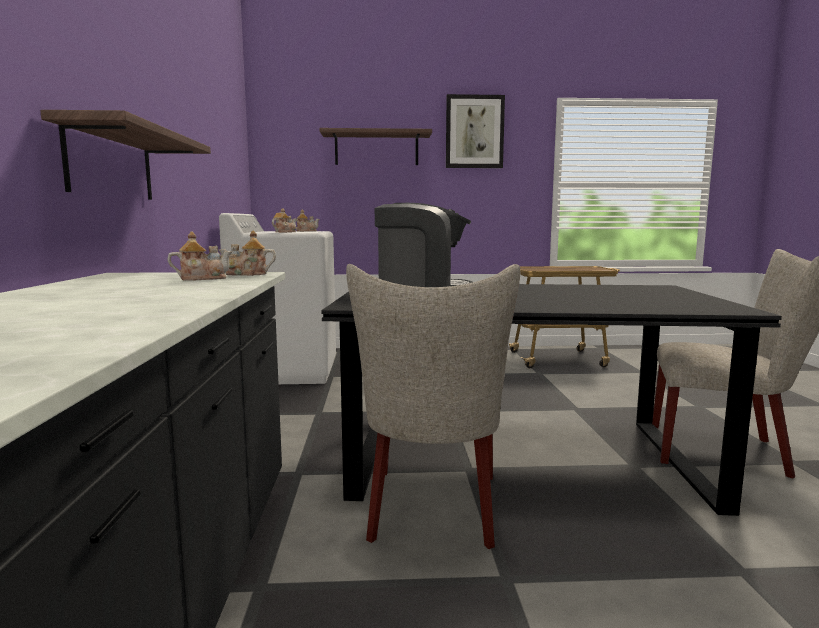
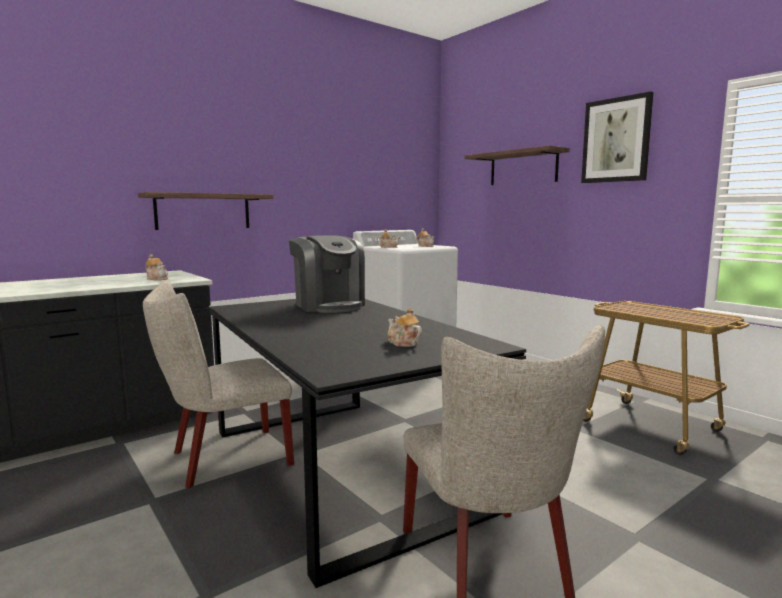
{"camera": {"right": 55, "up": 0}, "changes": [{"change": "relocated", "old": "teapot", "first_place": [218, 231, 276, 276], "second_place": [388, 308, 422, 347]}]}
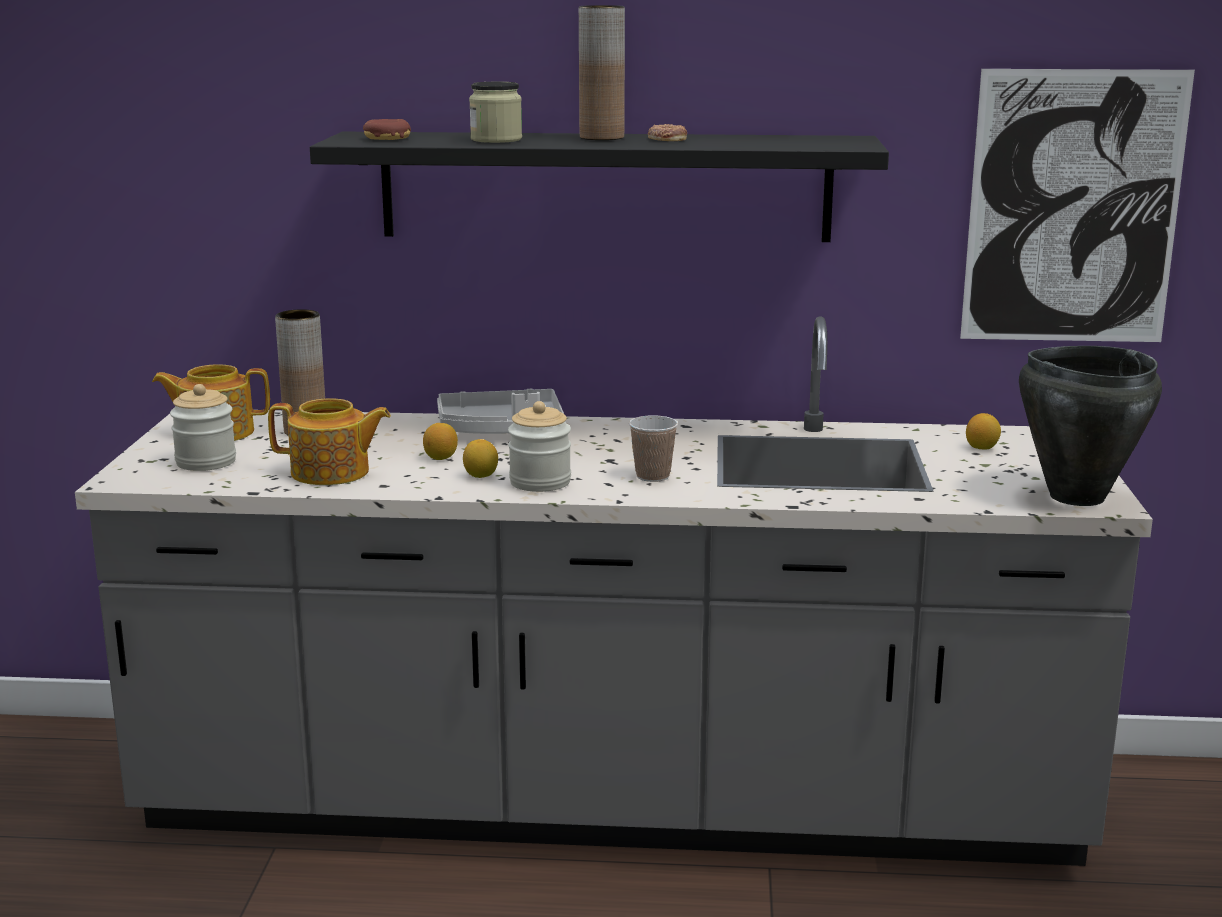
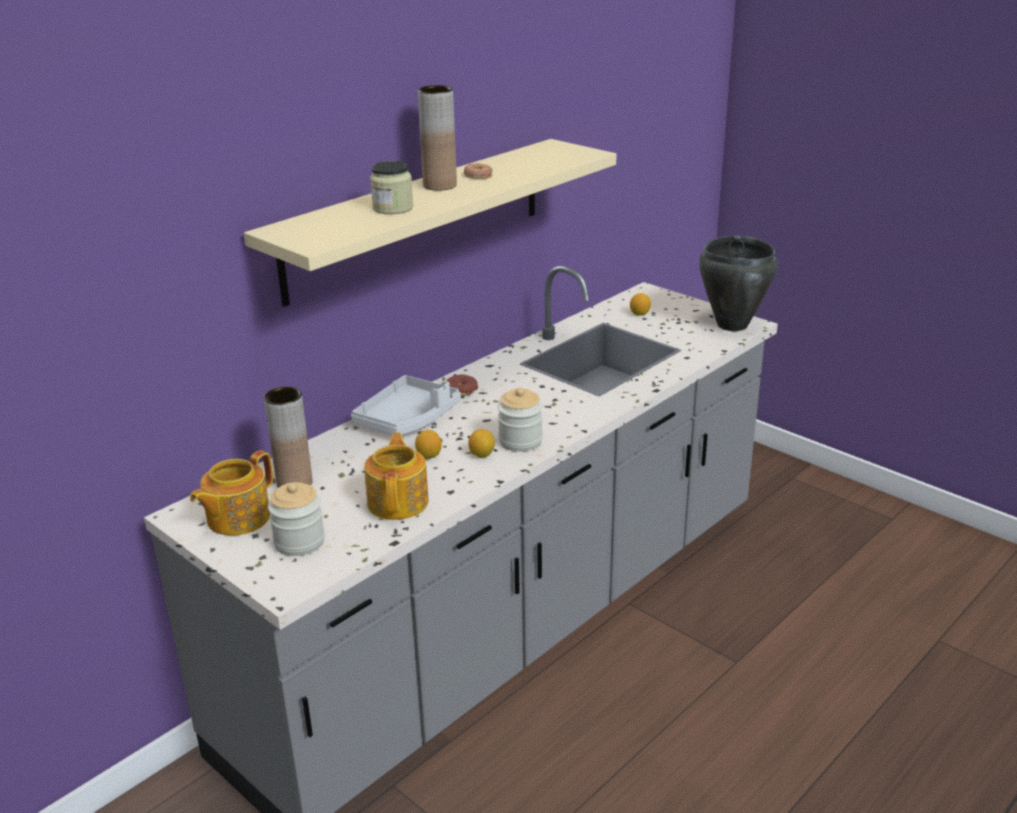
{"camera": {"right": -50, "up": 10}, "changes": [{"change": "missing", "old": "wall art", "first_place": [960, 69, 1195, 342]}, {"change": "relocated", "old": "ring doughnut", "first_place": [363, 119, 411, 140], "second_place": [446, 374, 478, 396]}, {"change": "colour", "old": "black shelf", "new": "beige shelf", "first_place": [310, 132, 889, 242], "second_place": [244, 139, 617, 307]}, {"change": "spun", "old": "teapot", "first_place": [268, 399, 391, 485], "second_place": [364, 433, 429, 520], "degrees": -45}, {"change": "missing", "old": "cup", "first_place": [629, 415, 678, 482]}]}
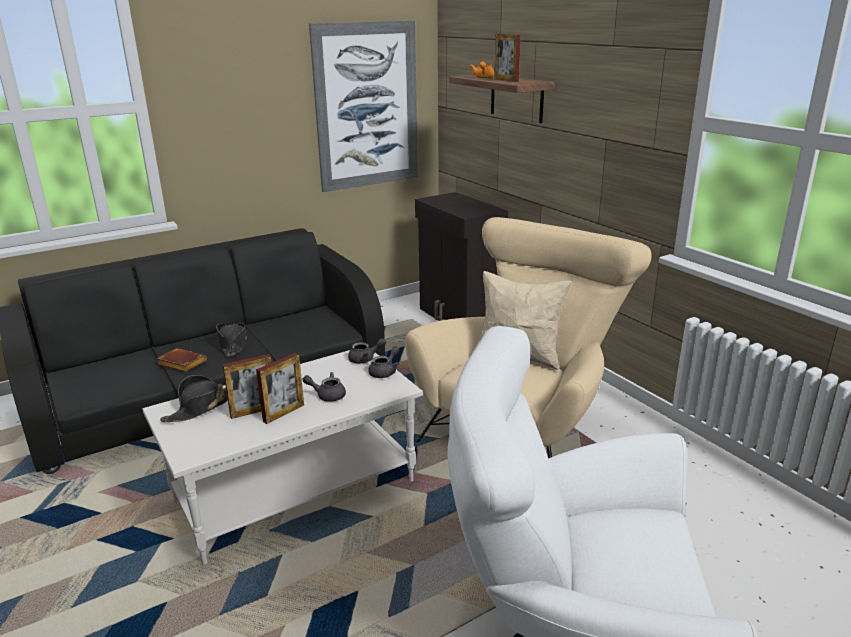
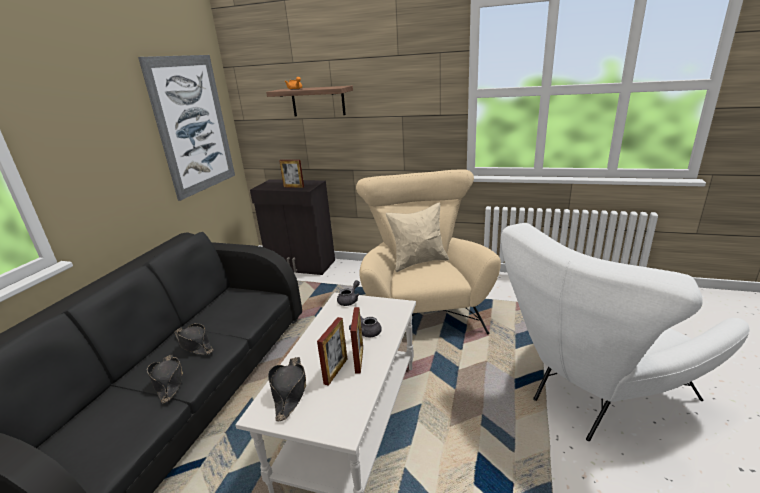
{"camera": {"right": -40, "up": 0}, "changes": [{"change": "relocated", "old": "photo frame", "first_place": [494, 34, 521, 82], "second_place": [279, 160, 304, 188]}, {"change": "missing", "old": "greyish teapot", "first_place": [368, 346, 400, 378]}, {"change": "exchanged", "old": "brown-coloured bound book", "new": "black wearable hat", "first_place": [157, 348, 207, 372], "second_place": [147, 355, 183, 403]}]}
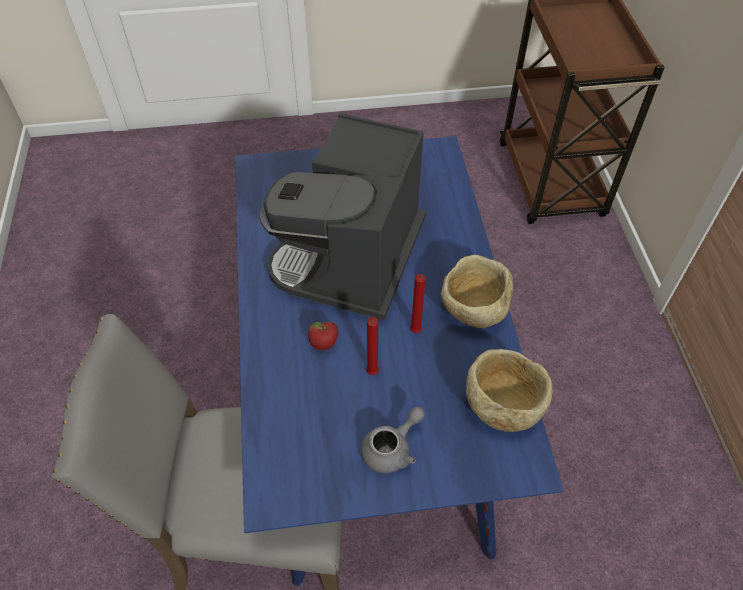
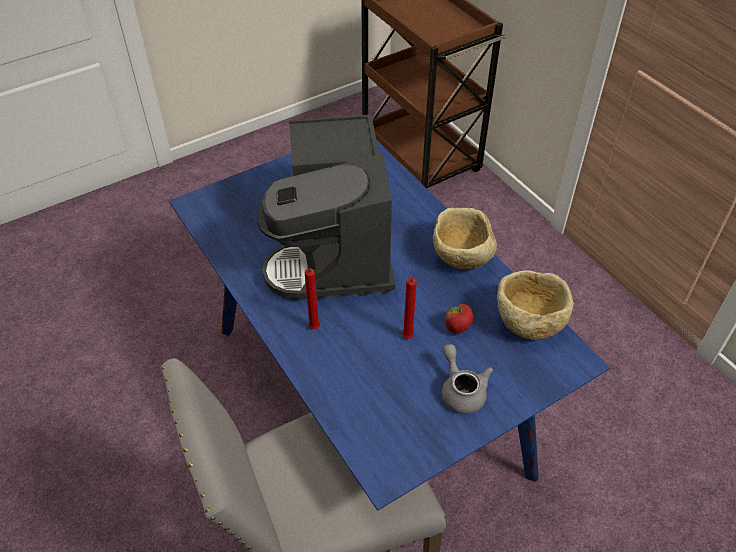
{"camera": {"right": -25, "up": -5}, "changes": [{"change": "relocated", "old": "red candle", "first_place": [410, 274, 426, 333], "second_place": [305, 268, 320, 329]}, {"change": "relocated", "old": "whole apple", "first_place": [308, 322, 338, 350], "second_place": [445, 304, 473, 334]}, {"change": "spun", "old": "greyish teapot", "first_place": [361, 406, 425, 473], "second_place": [442, 344, 493, 414], "degrees": -45}]}
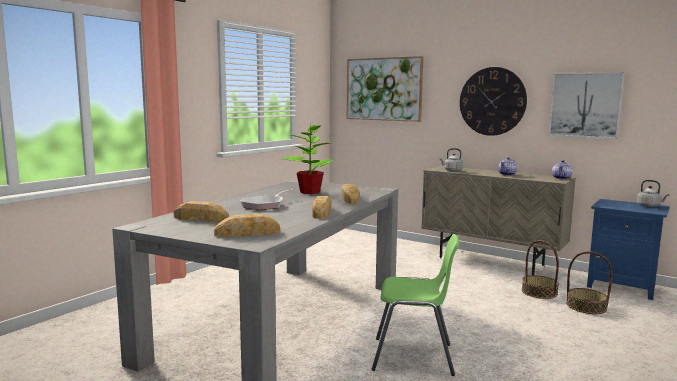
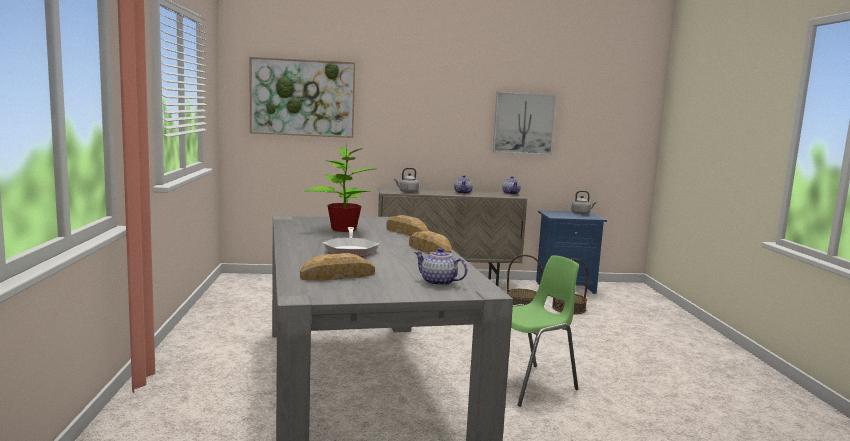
{"camera": {"right": -40, "up": 0}, "changes": [{"change": "missing", "old": "hanging clock", "first_place": [460, 67, 527, 136]}, {"change": "exchanged", "old": "bread", "new": "teapot", "first_place": [214, 214, 280, 237], "second_place": [414, 248, 468, 286]}]}
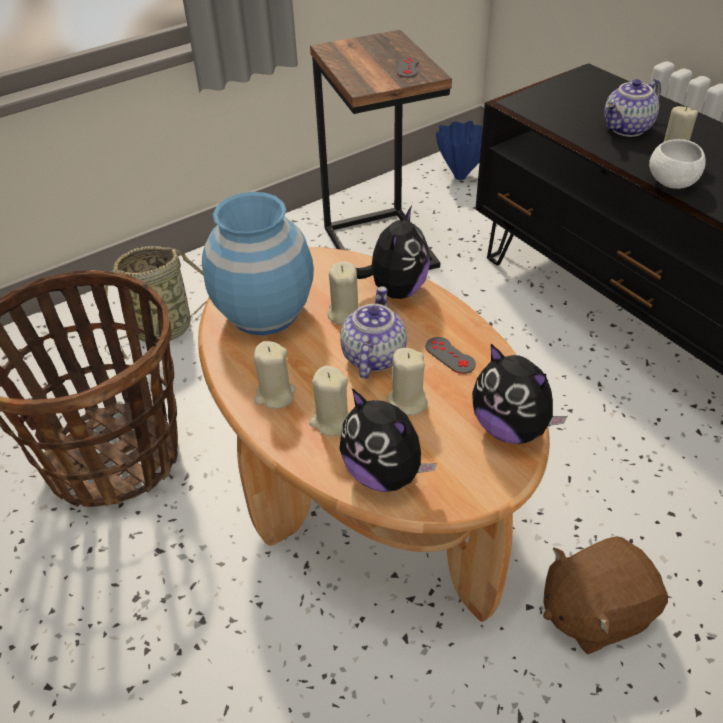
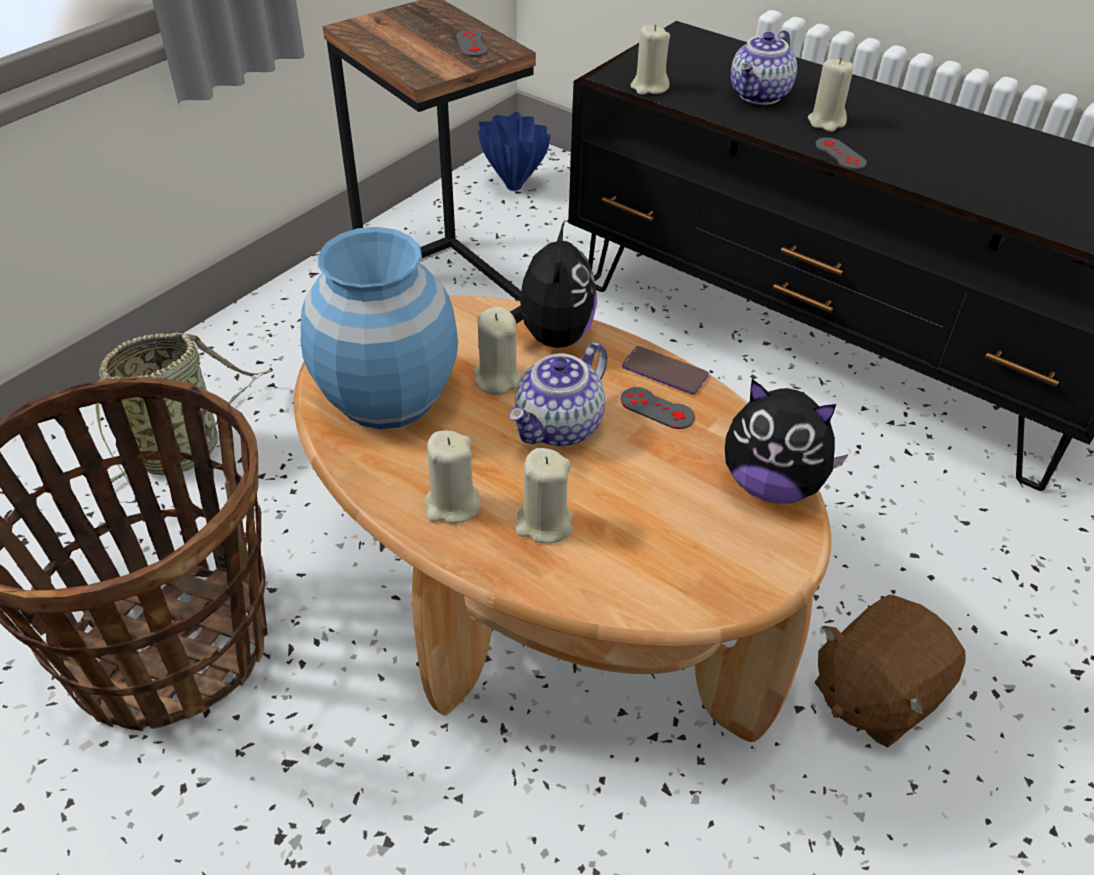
{"camera": {"right": -20, "up": 0}, "changes": [{"change": "exchanged", "old": "white-coloured bowl", "new": "greyish game controller", "first_place": [649, 139, 706, 189], "second_place": [815, 138, 867, 170]}, {"change": "spun", "old": "teapot", "first_place": [340, 286, 407, 379], "second_place": [509, 342, 608, 447], "degrees": -135}, {"change": "relocated", "old": "beige candle", "first_place": [386, 348, 428, 416], "second_place": [630, 25, 670, 95]}, {"change": "missing", "old": "soft toy", "first_place": [339, 389, 437, 492]}, {"change": "appeared", "new": "phone", "second_place": [622, 346, 709, 394]}]}
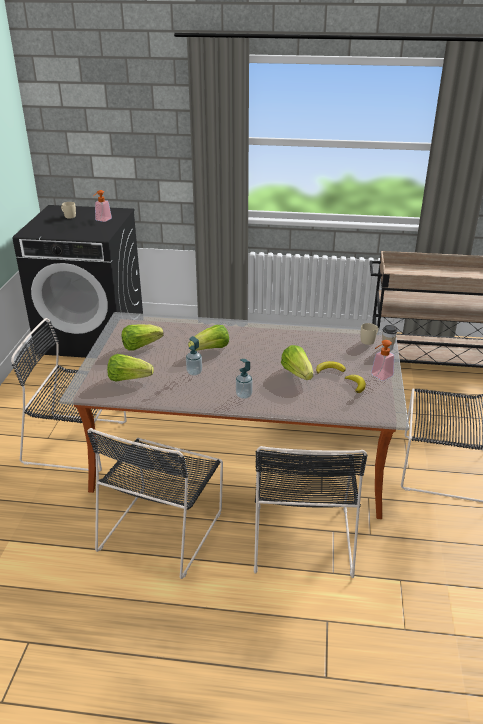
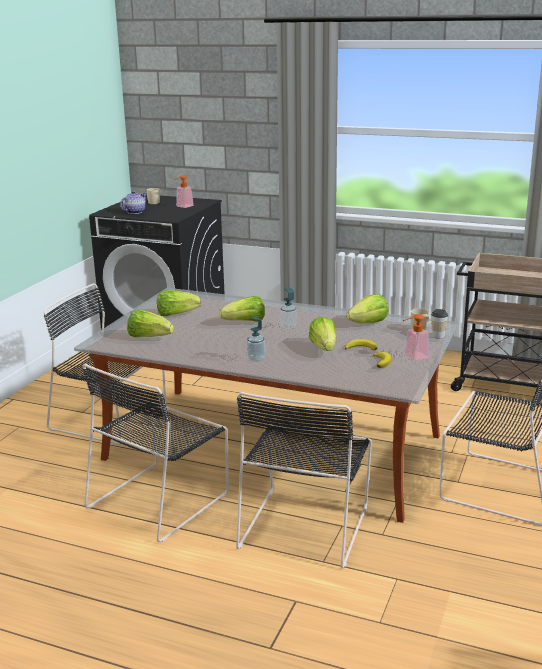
{"camera": {"right": 15, "up": -10}, "changes": [{"change": "relocated", "old": "liquid soap bottle", "first_place": [186, 336, 202, 376], "second_place": [280, 287, 297, 329]}, {"change": "appeared", "new": "teapot", "second_place": [120, 191, 147, 214]}, {"change": "appeared", "new": "head of lettuce", "second_place": [346, 294, 389, 323]}]}
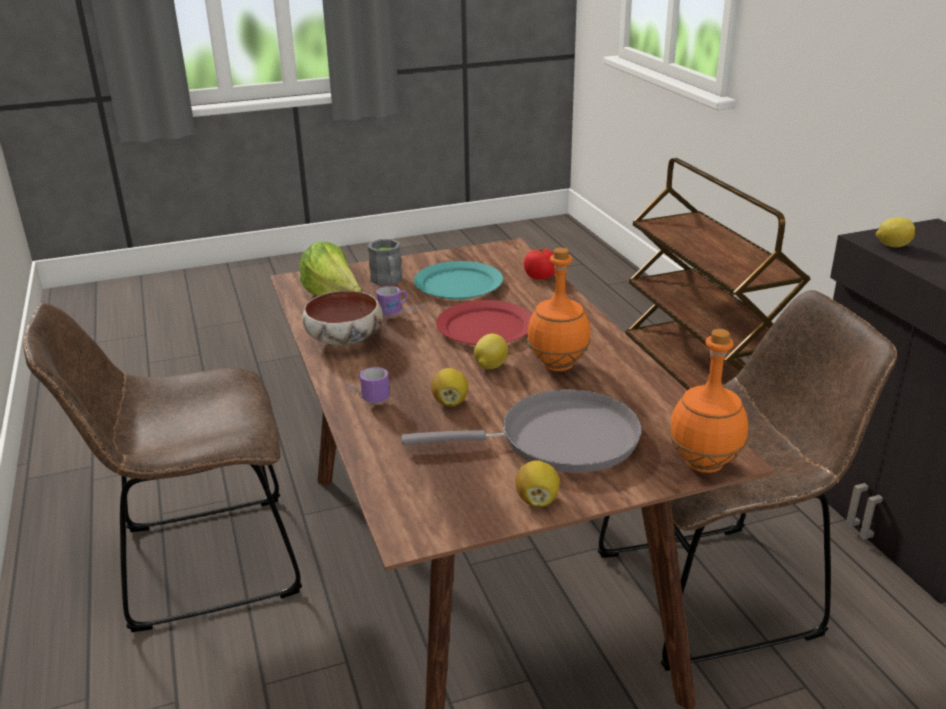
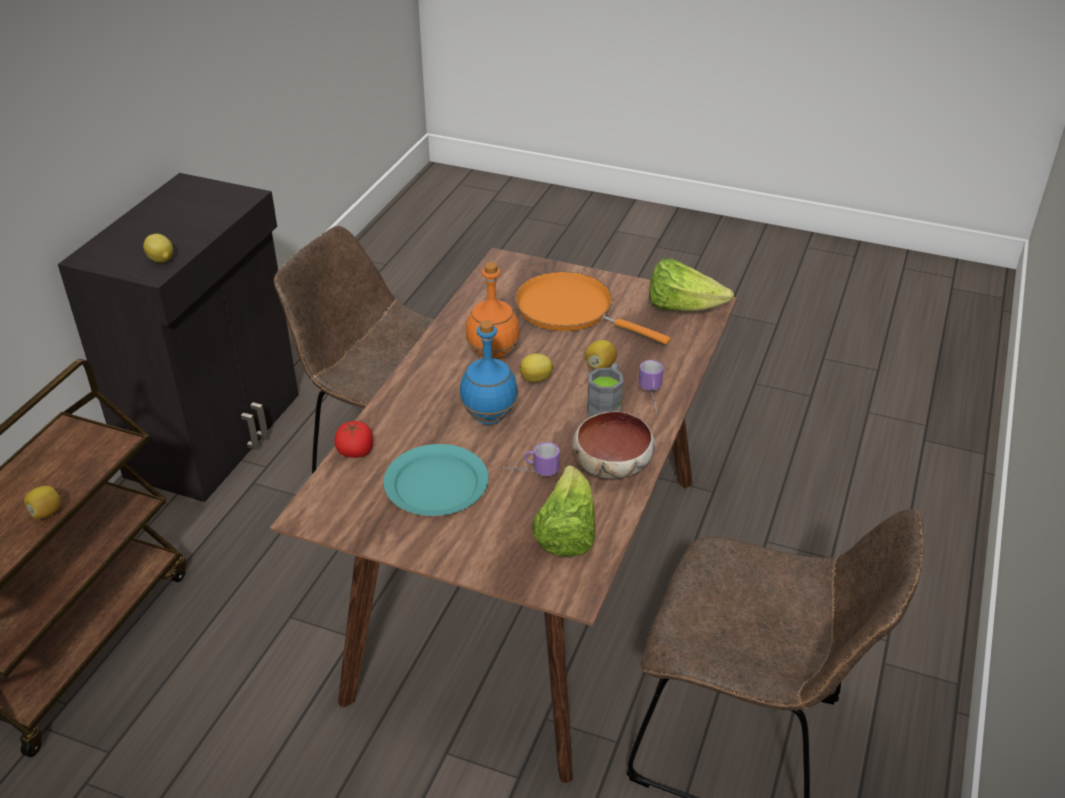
{"camera": {"right": -140, "up": 10}, "changes": [{"change": "relocated", "old": "greyish mug", "first_place": [368, 239, 402, 285], "second_place": [587, 363, 623, 416]}, {"change": "exchanged", "old": "red dinner plate", "new": "blue-coloured beverage bottle", "first_place": [436, 300, 532, 345], "second_place": [460, 320, 518, 425]}, {"change": "missing", "old": "orange beverage bottle", "first_place": [669, 329, 748, 473]}, {"change": "colour", "old": "greyish pan", "new": "orange pan", "first_place": [402, 389, 641, 473], "second_place": [515, 272, 670, 344]}, {"change": "relocated", "old": "citrus fruit", "first_place": [515, 460, 560, 507], "second_place": [24, 486, 62, 519]}, {"change": "appeared", "new": "head of lettuce", "second_place": [649, 258, 734, 311]}]}
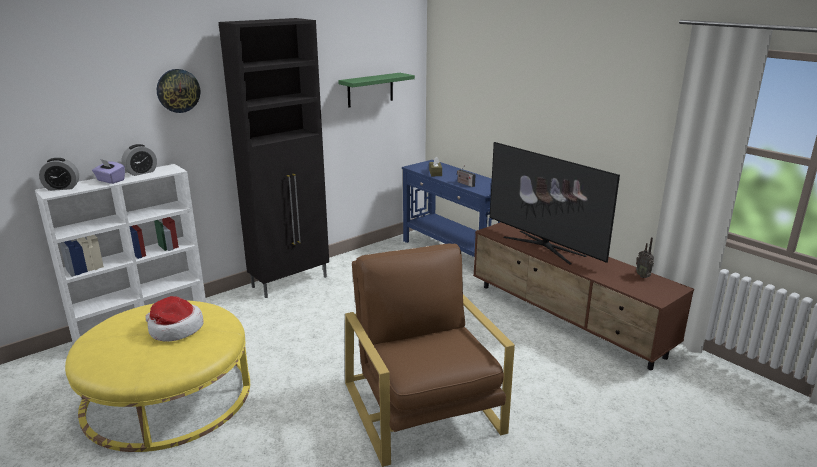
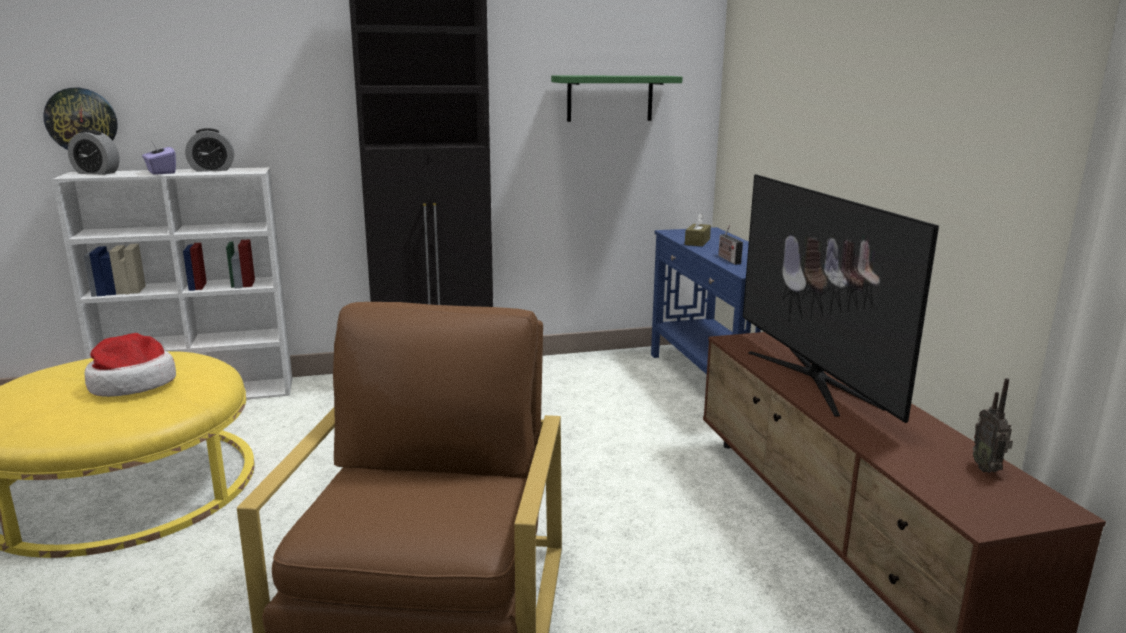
{"camera": {"right": 25, "up": -5}, "changes": [{"change": "relocated", "old": "hanging clock", "first_place": [157, 69, 200, 113], "second_place": [43, 88, 118, 150]}]}
